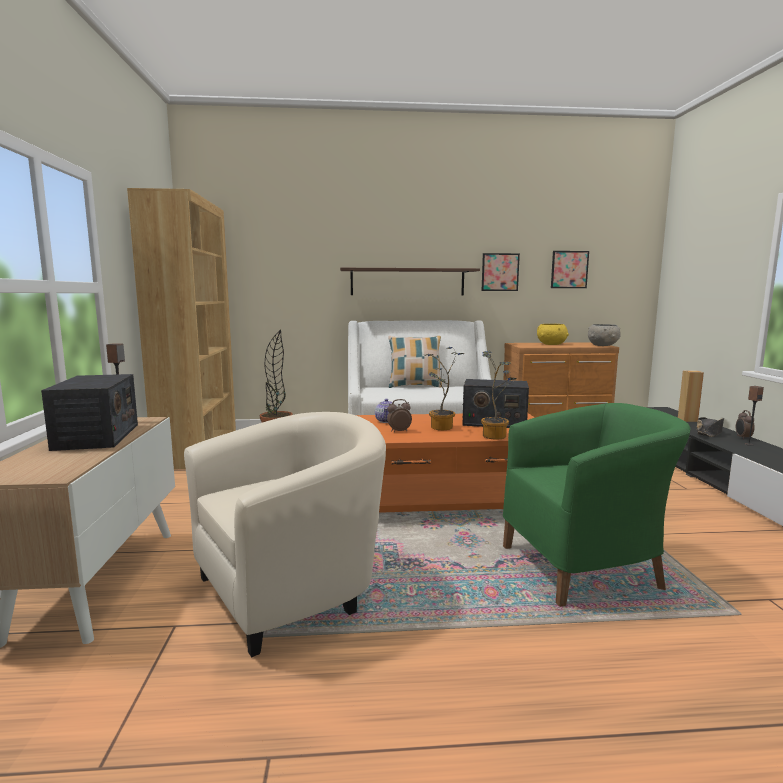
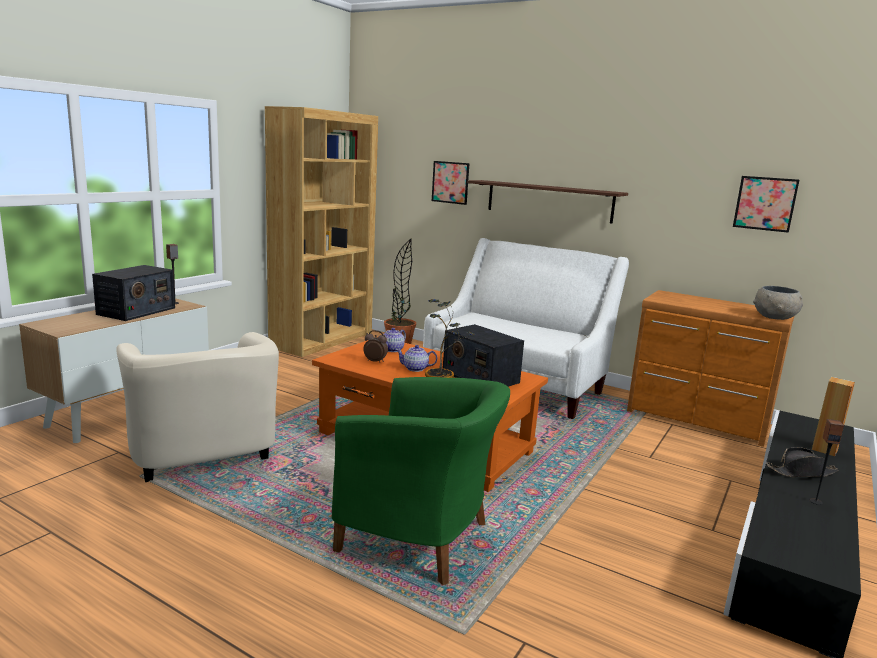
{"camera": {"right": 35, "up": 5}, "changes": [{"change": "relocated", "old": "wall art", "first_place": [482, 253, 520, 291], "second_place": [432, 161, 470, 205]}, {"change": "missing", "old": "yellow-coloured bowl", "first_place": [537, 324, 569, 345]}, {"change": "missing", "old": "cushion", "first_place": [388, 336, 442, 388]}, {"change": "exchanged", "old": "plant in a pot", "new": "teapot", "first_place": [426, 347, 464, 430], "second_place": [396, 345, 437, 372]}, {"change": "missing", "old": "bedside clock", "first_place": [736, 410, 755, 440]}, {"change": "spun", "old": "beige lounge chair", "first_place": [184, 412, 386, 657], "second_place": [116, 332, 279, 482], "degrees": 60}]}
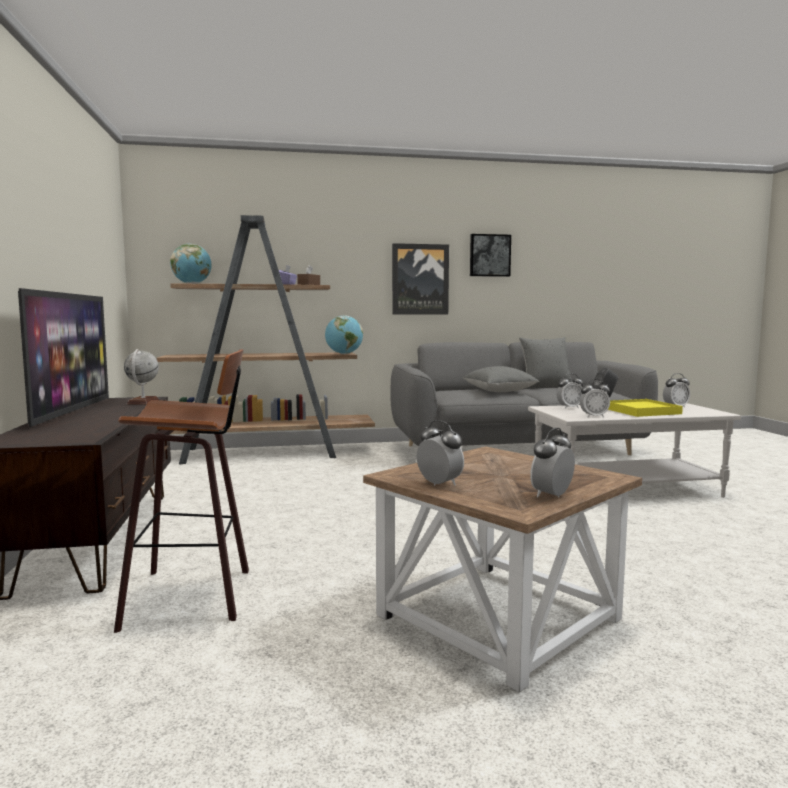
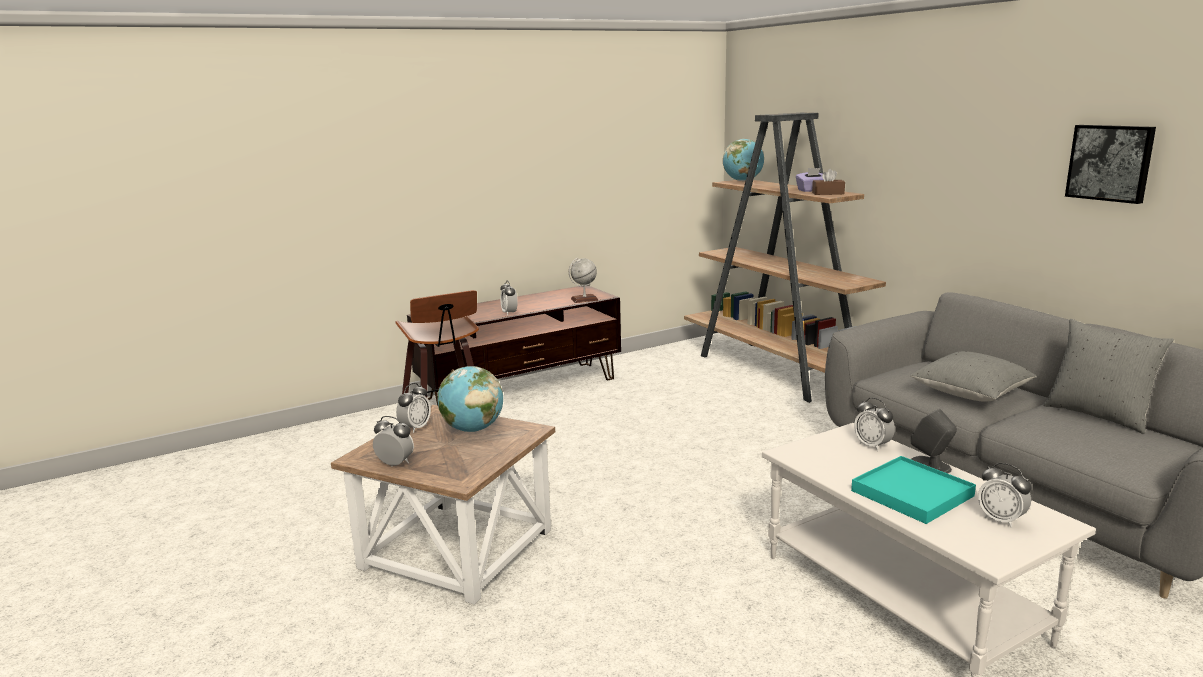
{"camera": {"right": 70, "up": 10}, "changes": [{"change": "missing", "old": "wall art", "first_place": [392, 243, 449, 315]}, {"change": "missing", "old": "TV", "first_place": [18, 288, 109, 427]}, {"change": "relocated", "old": "globe", "first_place": [325, 315, 363, 354], "second_place": [437, 366, 503, 432]}, {"change": "relocated", "old": "bedside clock", "first_place": [580, 379, 610, 418], "second_place": [500, 281, 518, 316]}, {"change": "colour", "old": "yellow-coloured carrying tray", "new": "blue-green carrying tray", "first_place": [608, 399, 683, 417], "second_place": [851, 456, 976, 524]}]}
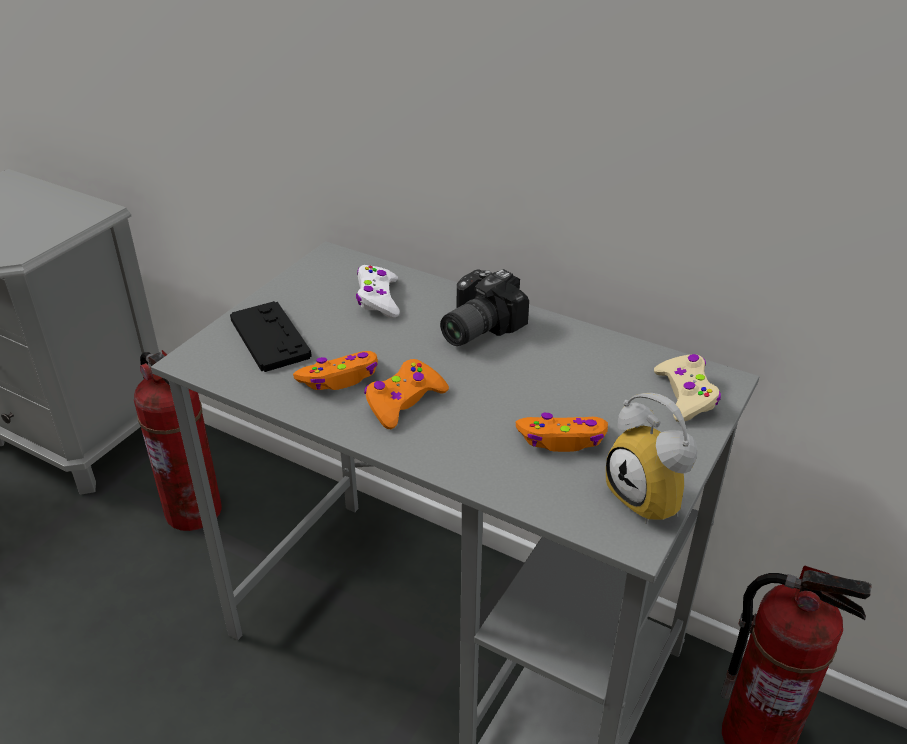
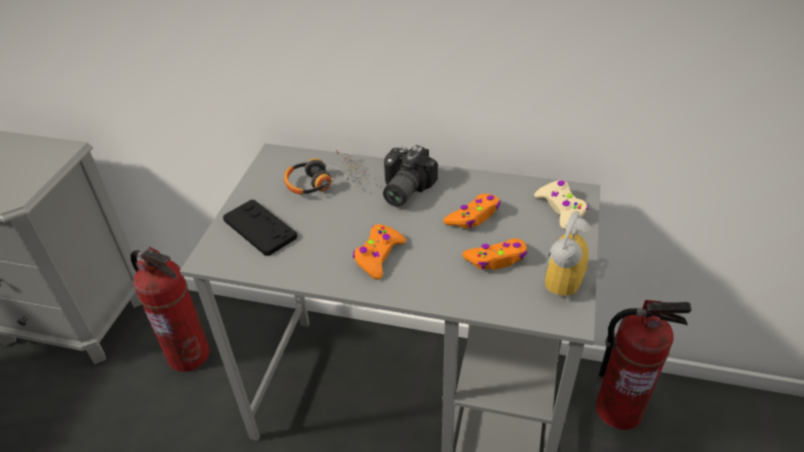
{"camera": {"right": -15, "up": 5}, "changes": [{"change": "exchanged", "old": "white-coloured game controller", "new": "headset", "first_place": [356, 265, 400, 318], "second_place": [284, 150, 367, 195]}, {"change": "relocated", "old": "orange game controller", "first_place": [293, 351, 378, 390], "second_place": [443, 194, 501, 229]}, {"change": "spun", "old": "bedside clock", "first_place": [606, 393, 697, 524], "second_place": [545, 211, 609, 303], "degrees": 75}]}
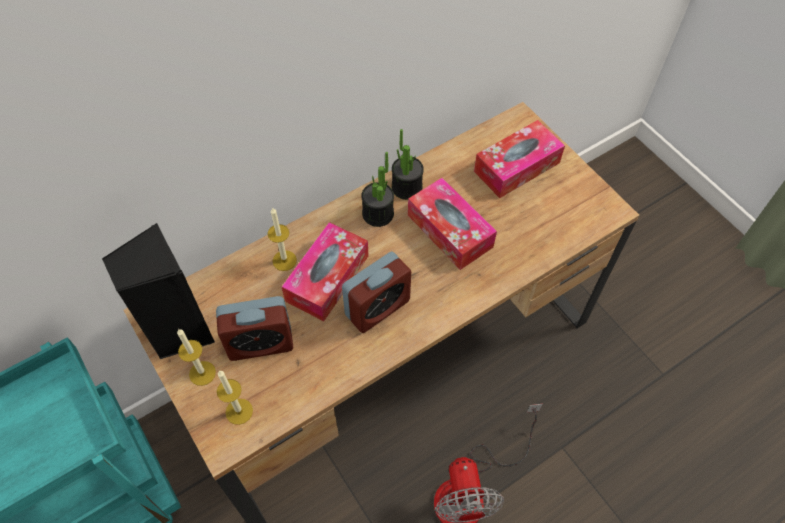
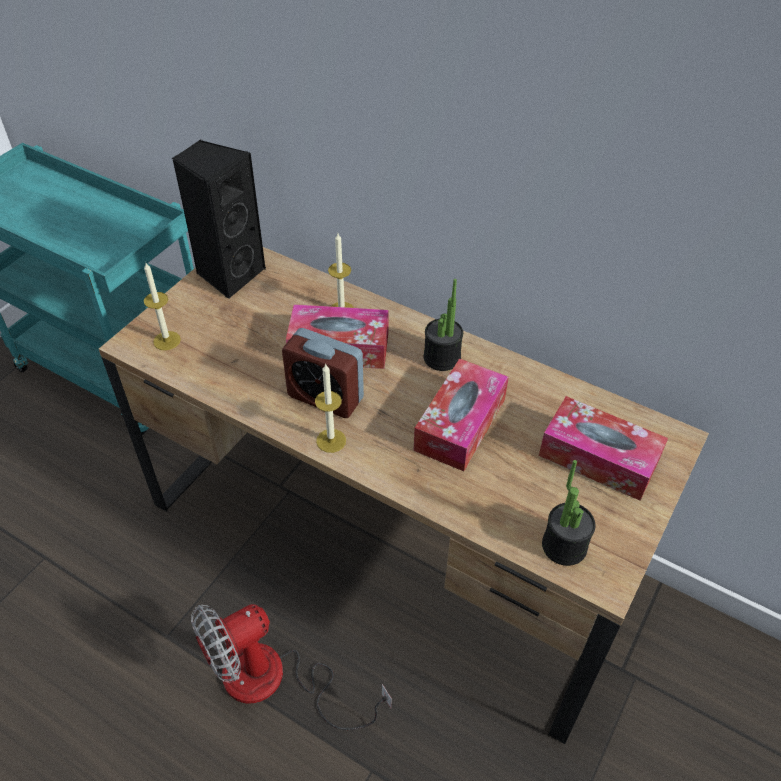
{"camera": {"right": 65, "up": -10}, "changes": [{"change": "relocated", "old": "plant in a pot", "first_place": [392, 129, 424, 200], "second_place": [542, 460, 596, 566]}, {"change": "missing", "old": "bedside clock", "first_place": [216, 296, 293, 361]}, {"change": "relocated", "old": "candle", "first_place": [177, 329, 216, 386], "second_place": [315, 363, 346, 453]}]}
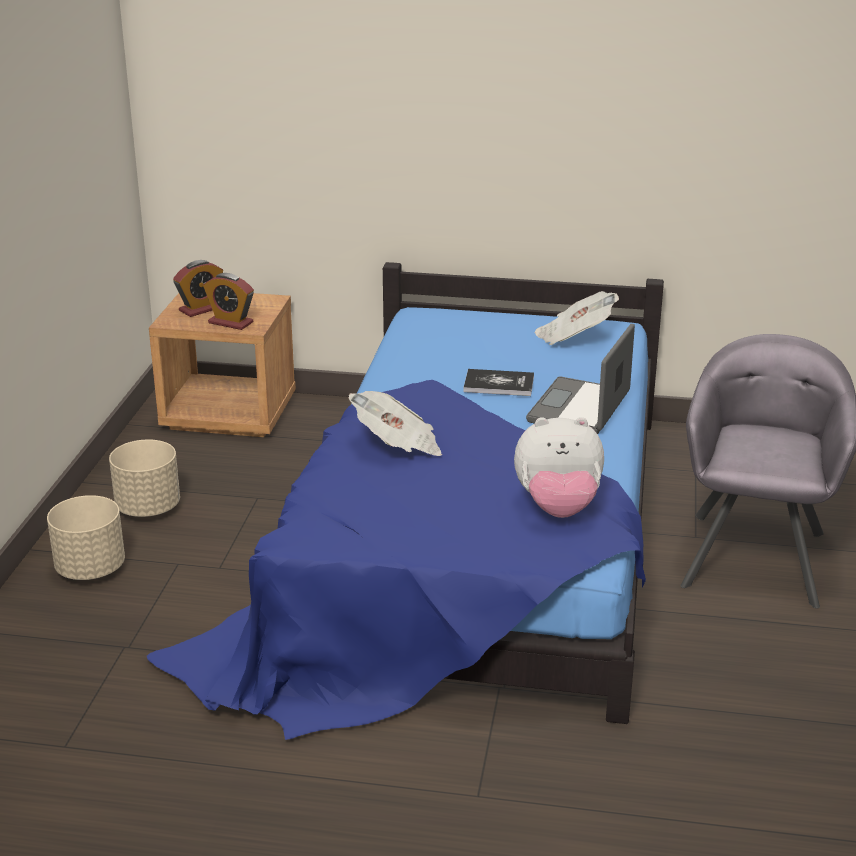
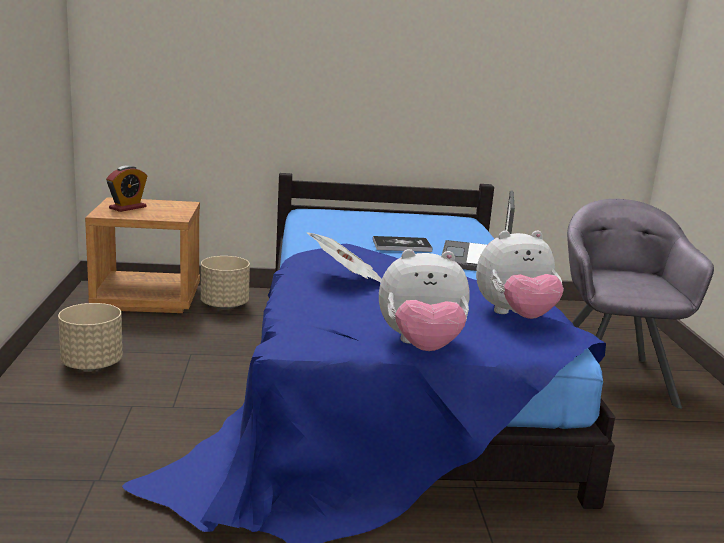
{"camera": {"right": -15, "up": -10}, "changes": [{"change": "missing", "old": "bedside clock", "first_place": [203, 273, 254, 330]}, {"change": "missing", "old": "printed paper", "first_place": [534, 291, 619, 345]}, {"change": "relocated", "old": "beige plant pot", "first_place": [47, 495, 125, 580], "second_place": [201, 256, 250, 309]}, {"change": "appeared", "new": "soft toy", "second_place": [379, 249, 470, 351]}]}
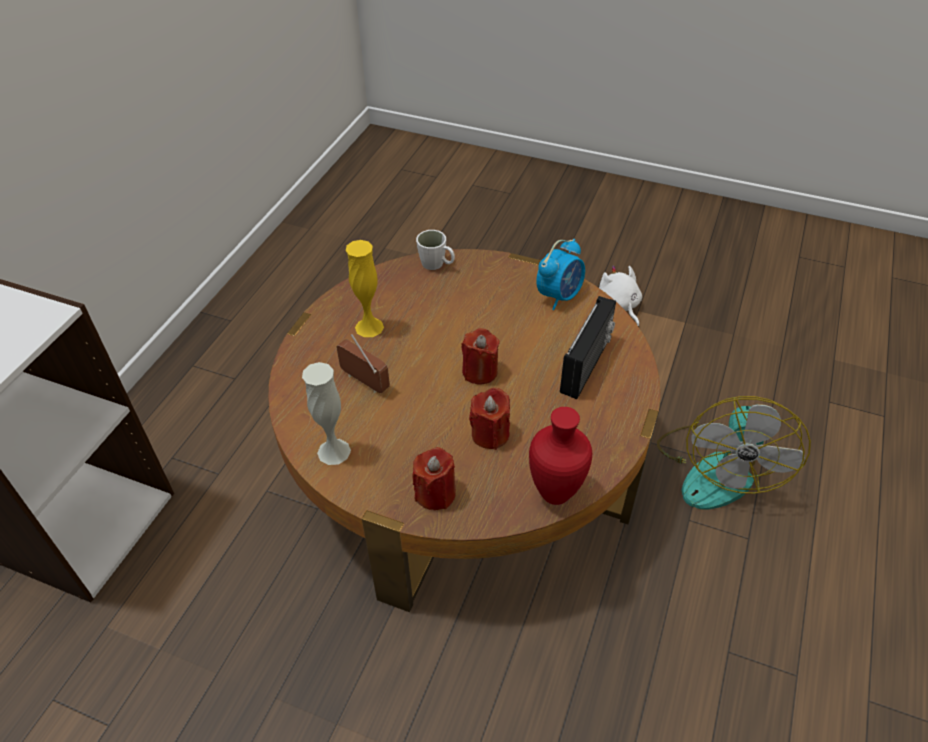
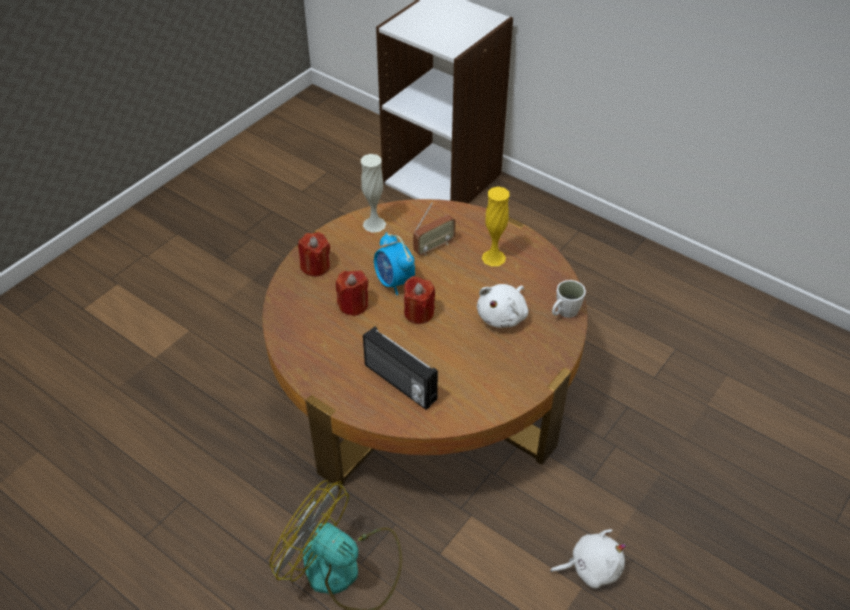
{"camera": {"right": 105, "up": 0}, "changes": [{"change": "relocated", "old": "bedside clock", "first_place": [536, 239, 585, 310], "second_place": [374, 232, 415, 296]}, {"change": "missing", "old": "red flower vase", "first_place": [529, 407, 592, 505]}, {"change": "appeared", "new": "white-coloured soft toy", "second_place": [477, 284, 528, 328]}]}
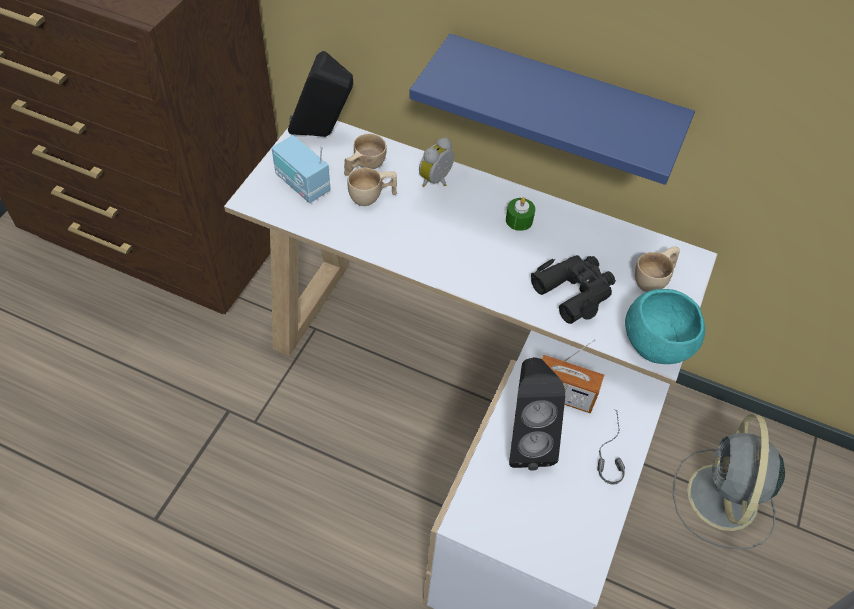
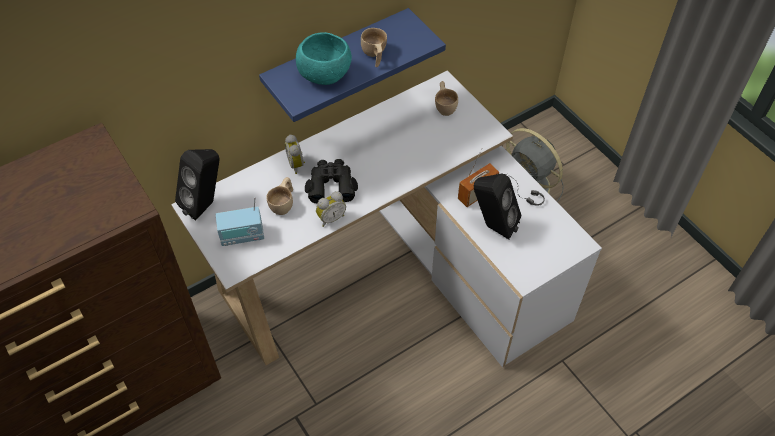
{"camera": {"right": -55, "up": 0}, "changes": [{"change": "relocated", "old": "beige cup", "first_place": [344, 133, 387, 176], "second_place": [361, 28, 387, 67]}, {"change": "missing", "old": "green-coloured candle", "first_place": [506, 197, 535, 231]}, {"change": "relocated", "old": "black binoculars", "first_place": [531, 255, 616, 324], "second_place": [305, 159, 358, 203]}, {"change": "relocated", "old": "blue-green bowl", "first_place": [625, 289, 705, 364], "second_place": [296, 32, 352, 85]}, {"change": "appeared", "new": "bedside clock", "second_place": [316, 191, 346, 227]}]}
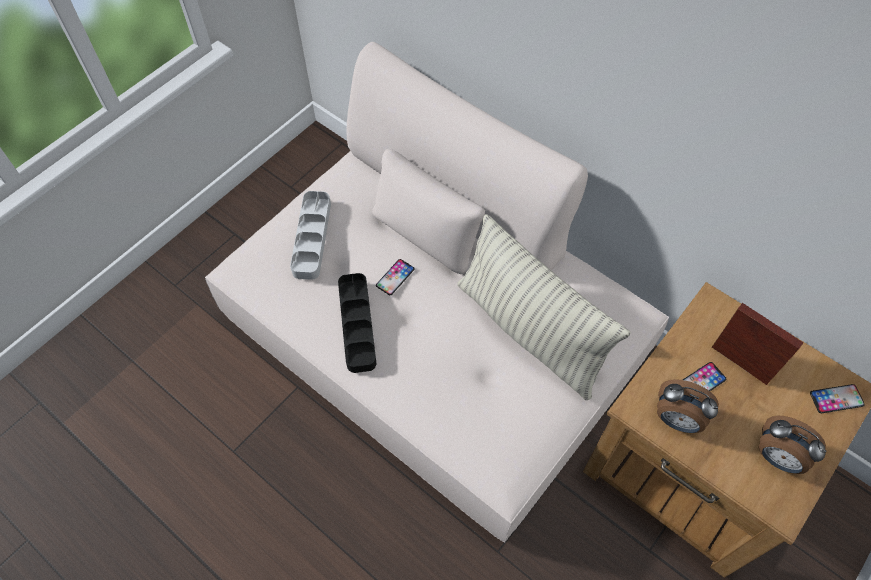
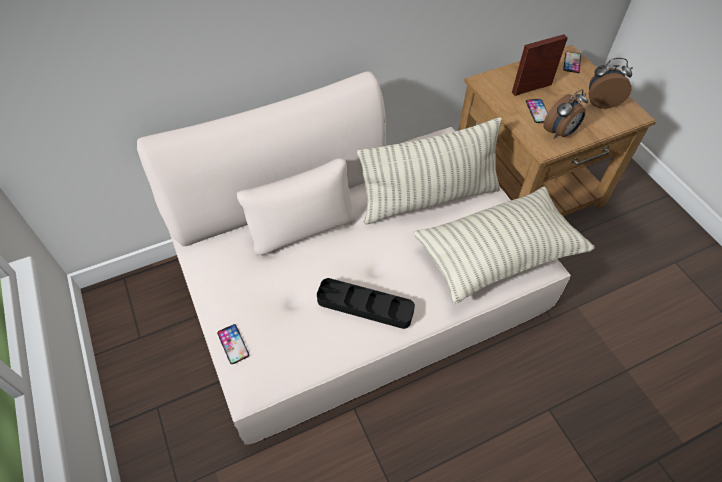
{"camera": {"right": -65, "up": -5}, "changes": [{"change": "missing", "old": "greyish carrying tray", "first_place": [290, 191, 331, 280]}, {"change": "relocated", "old": "phone", "first_place": [376, 259, 414, 295], "second_place": [217, 324, 249, 364]}, {"change": "spun", "old": "bedside clock", "first_place": [759, 416, 827, 474], "second_place": [589, 58, 633, 109], "degrees": -150}, {"change": "appeared", "new": "cushion", "second_place": [414, 186, 595, 304]}]}
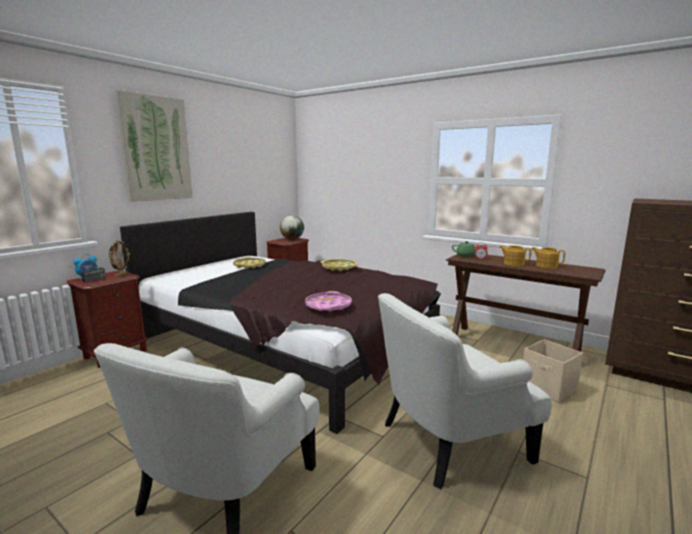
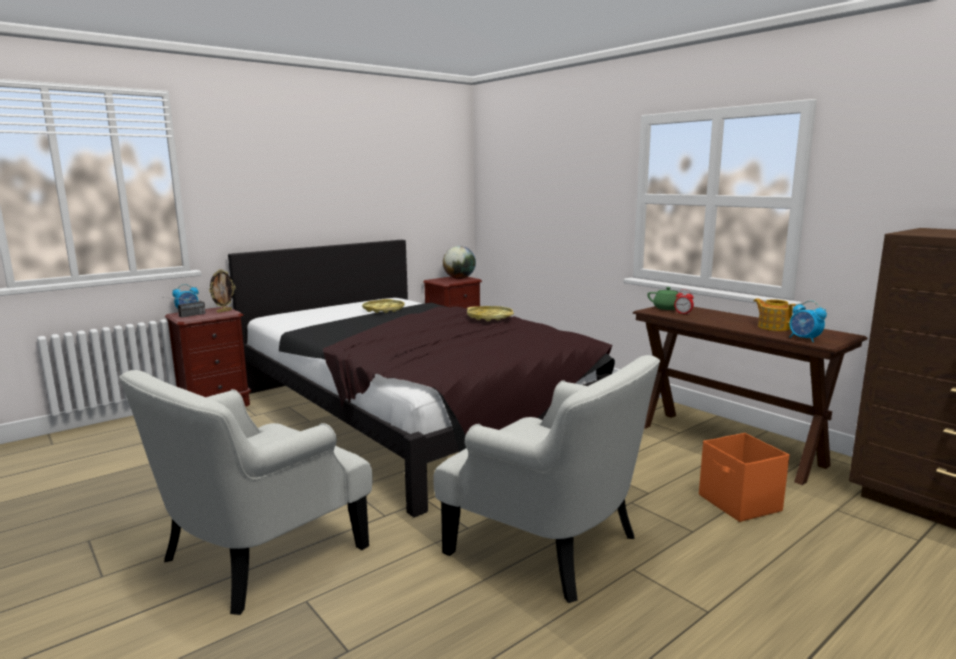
{"camera": {"right": 15, "up": 0}, "changes": [{"change": "missing", "old": "wall art", "first_place": [115, 90, 193, 202]}, {"change": "missing", "old": "teapot", "first_place": [499, 245, 531, 266]}, {"change": "missing", "old": "pink-coloured carrying tray", "first_place": [305, 291, 352, 311]}, {"change": "spun", "old": "white-coloured lounge chair", "first_place": [378, 293, 552, 489], "second_place": [433, 355, 660, 603], "degrees": -135}, {"change": "colour", "old": "beige storage bin", "new": "orange storage bin", "first_place": [523, 339, 583, 403], "second_place": [699, 433, 789, 522]}, {"change": "appeared", "new": "bedside clock", "second_place": [789, 301, 827, 342]}]}
